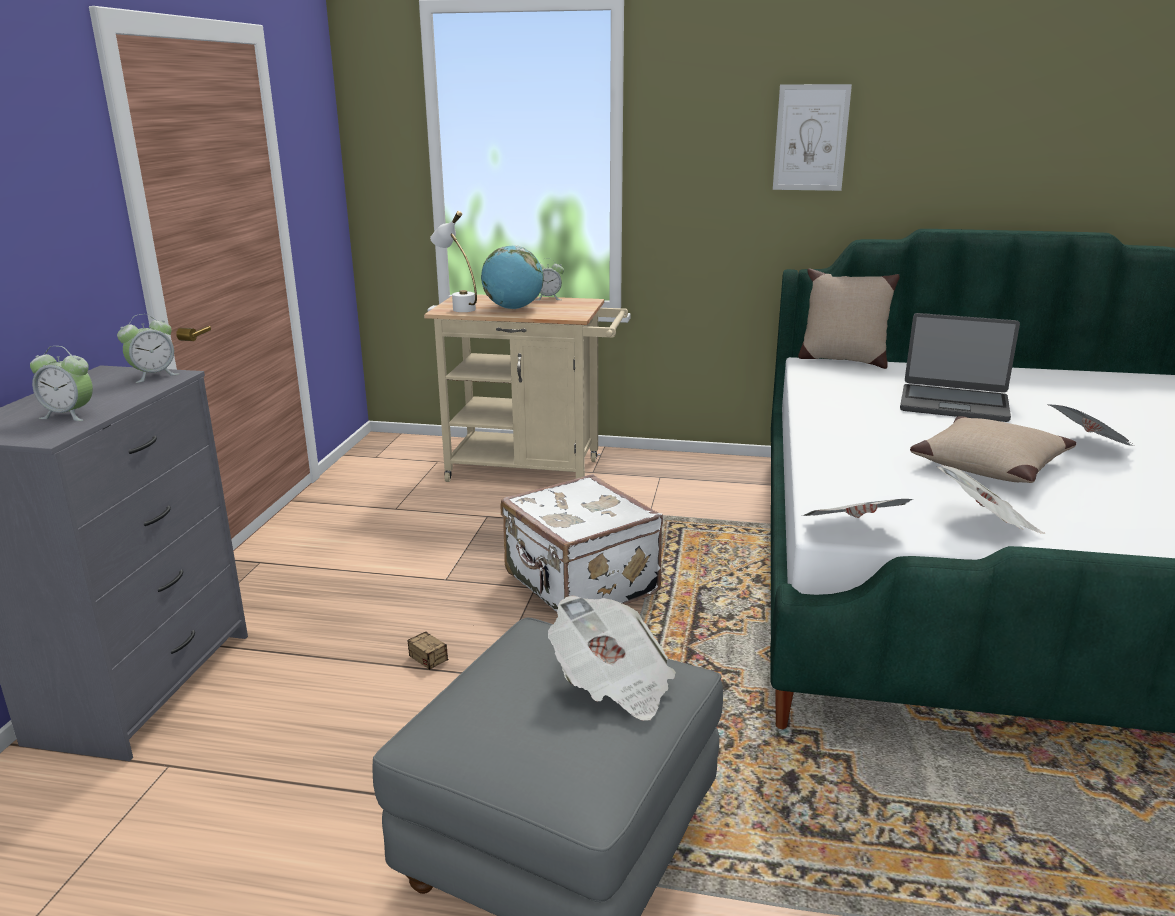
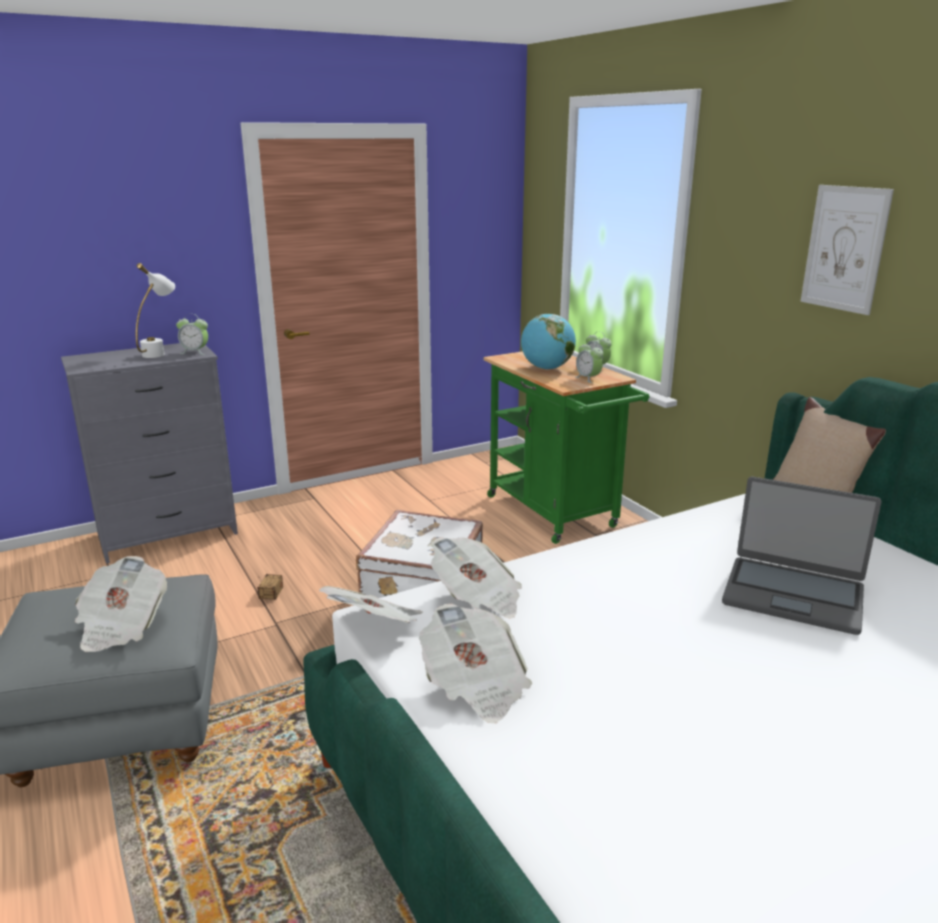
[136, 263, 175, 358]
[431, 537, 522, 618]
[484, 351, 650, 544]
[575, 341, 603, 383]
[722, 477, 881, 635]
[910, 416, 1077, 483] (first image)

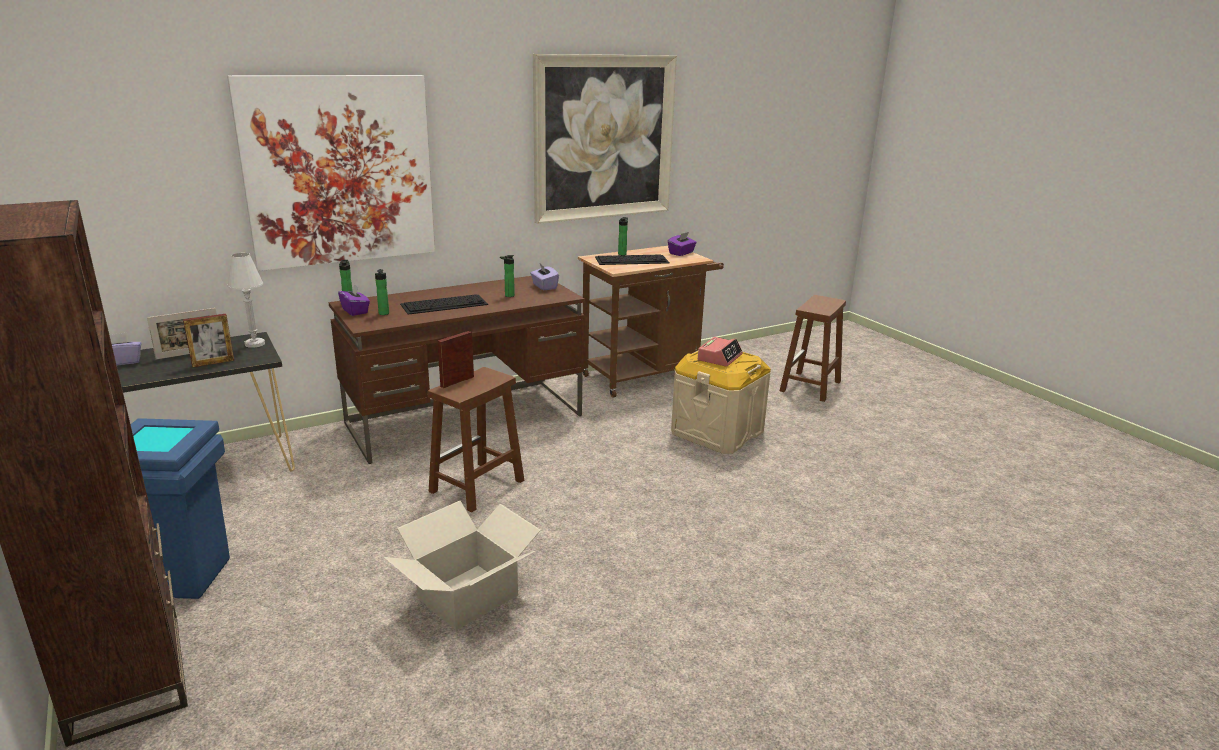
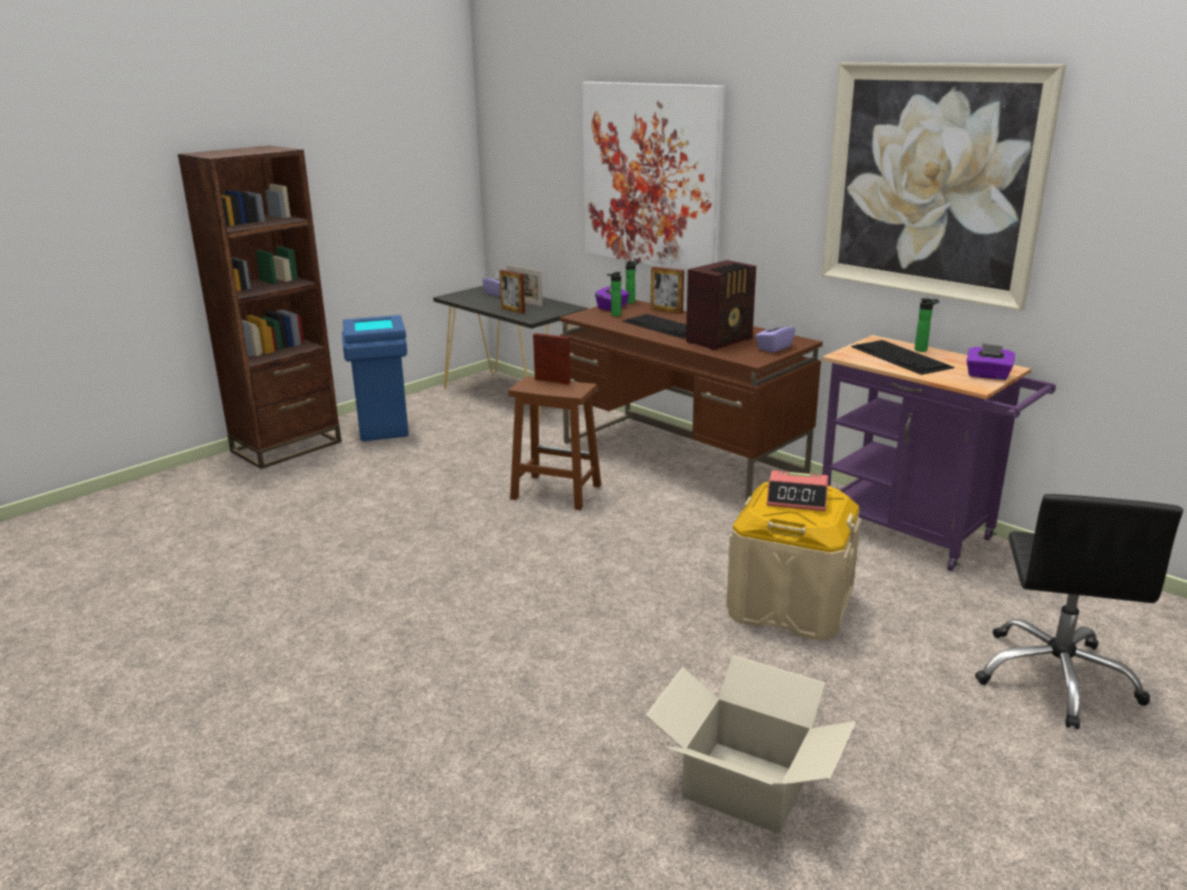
[645, 655, 856, 834]
[651, 267, 684, 314]
[686, 260, 756, 351]
[822, 335, 1056, 571]
[975, 494, 1183, 729]
[227, 253, 265, 348] (first image)

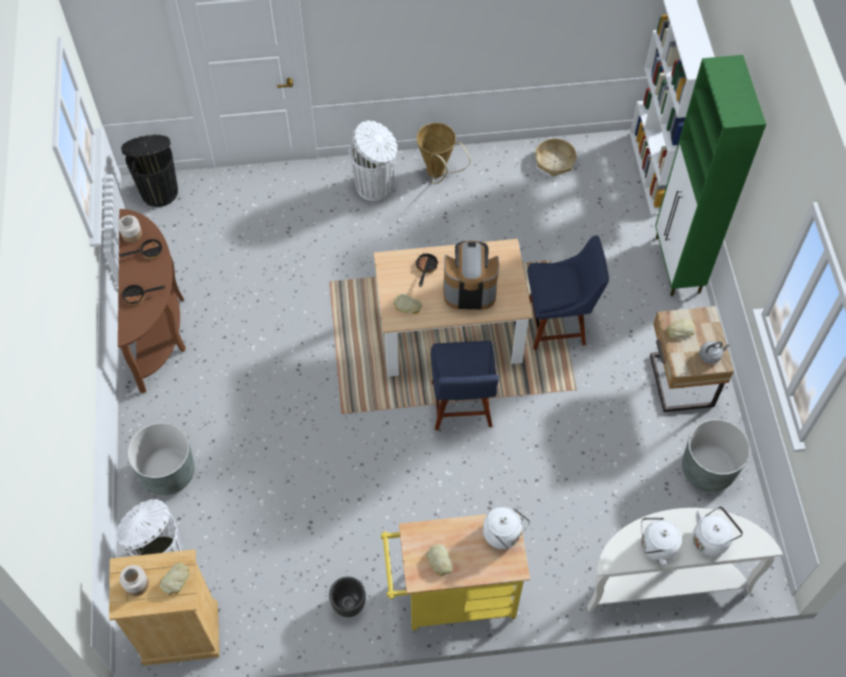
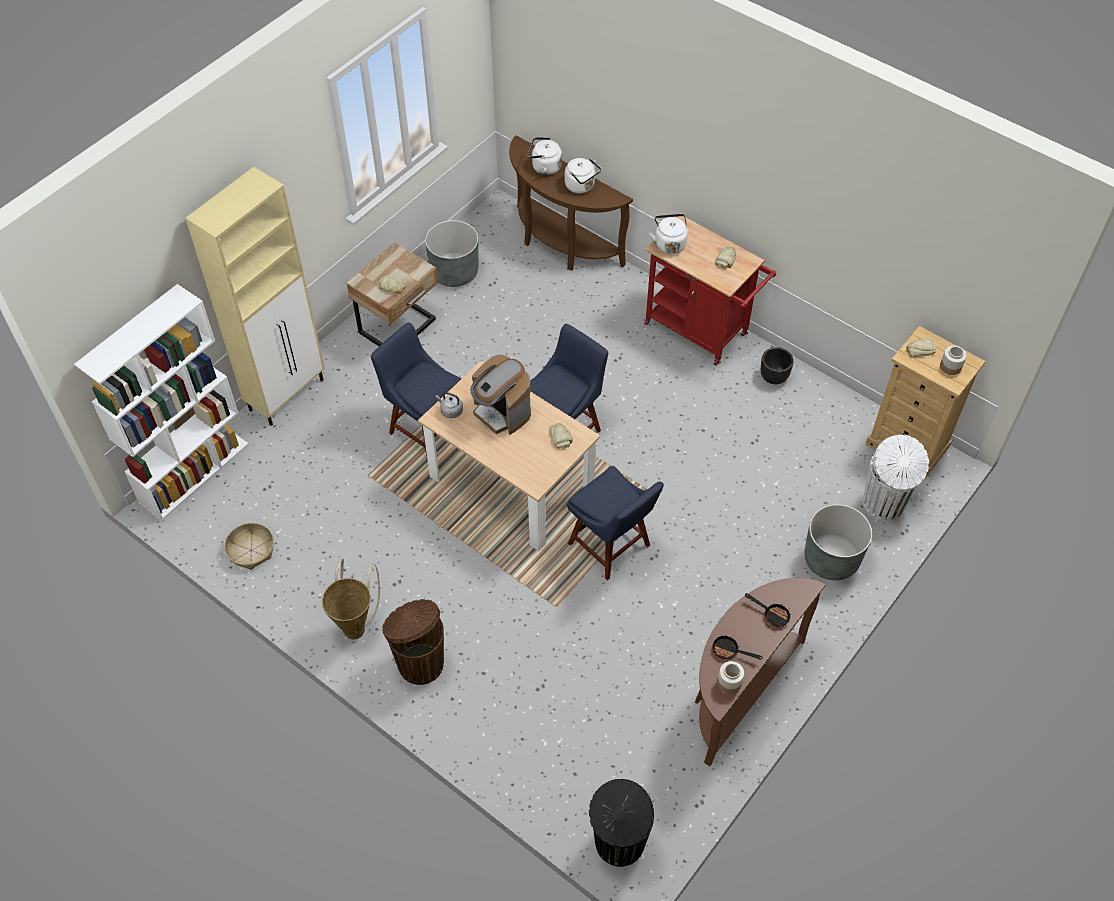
[185, 167, 325, 426]
[382, 599, 444, 685]
[436, 392, 463, 418]
[509, 135, 633, 271]
[567, 466, 664, 580]
[644, 216, 776, 366]
[416, 250, 438, 287] (first image)

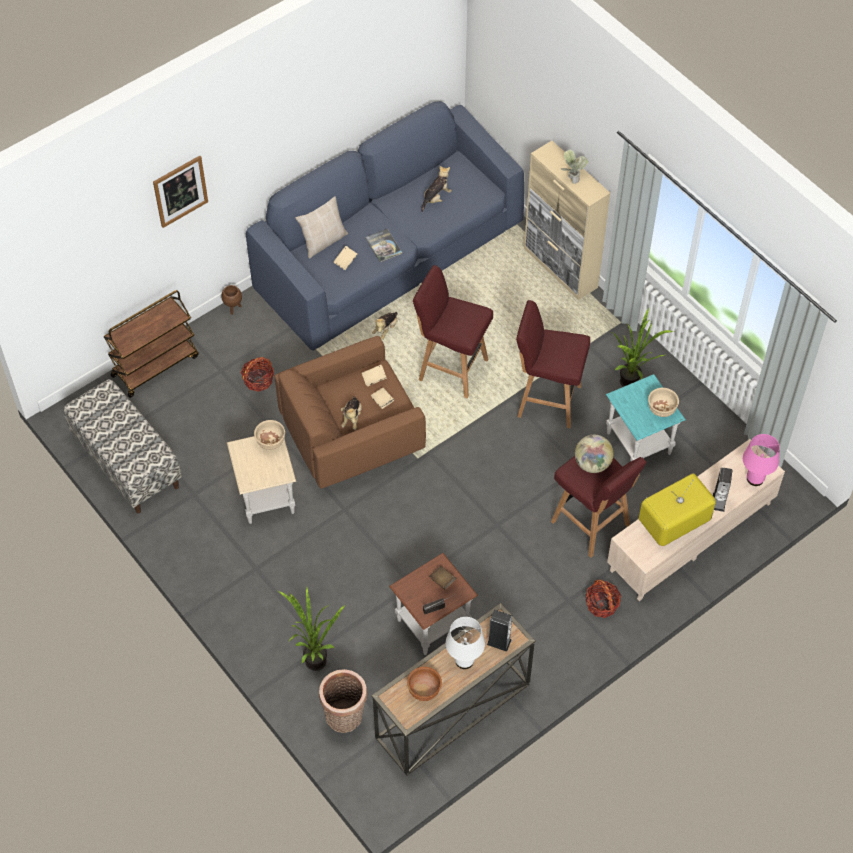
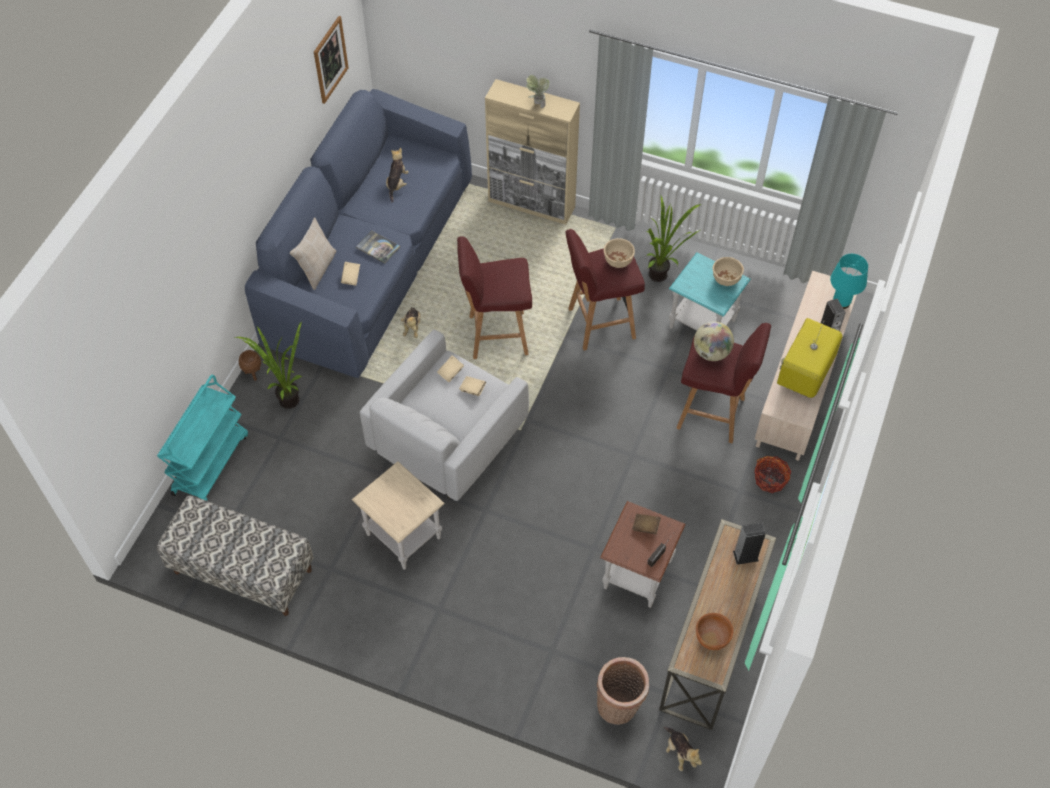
[157, 375, 248, 501]
[235, 321, 302, 409]
[314, 16, 349, 104]
[360, 330, 529, 501]
[604, 238, 635, 268]
[664, 727, 702, 771]
[830, 254, 868, 309]
[241, 357, 274, 392] (first image)
[445, 617, 485, 669] (first image)

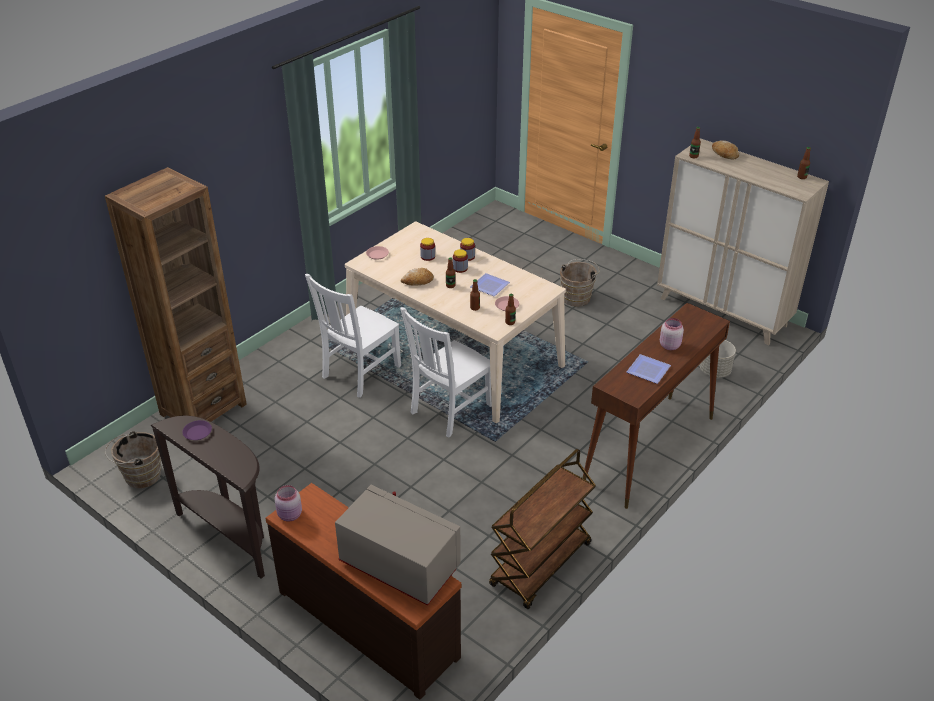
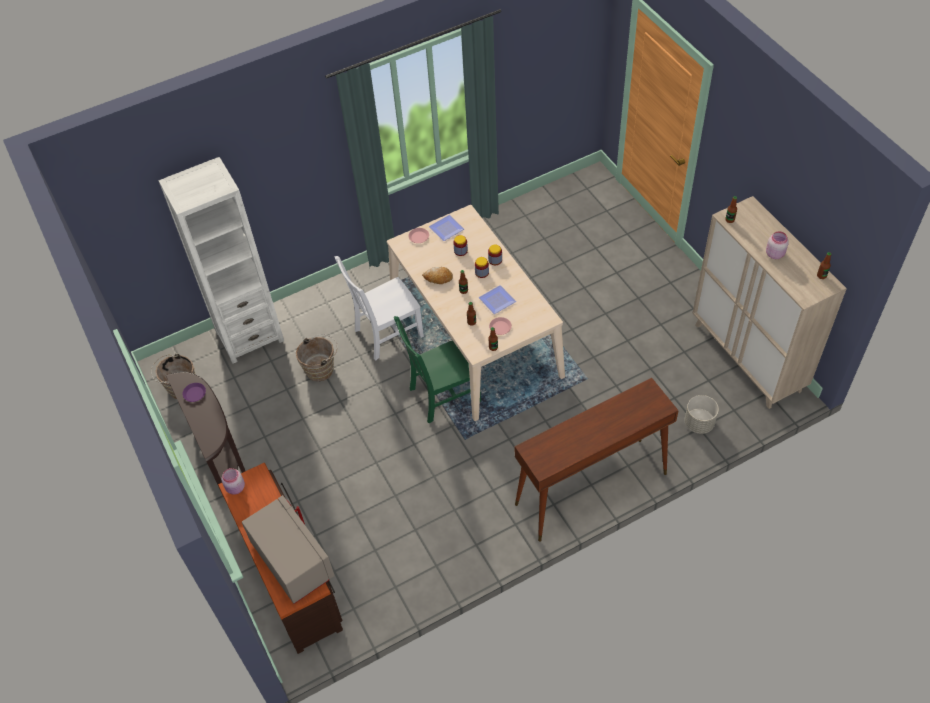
[159, 157, 284, 364]
[296, 334, 338, 382]
[394, 316, 481, 424]
[429, 215, 464, 241]
[766, 231, 789, 259]
[489, 449, 596, 609] (first image)
[712, 141, 739, 159] (first image)

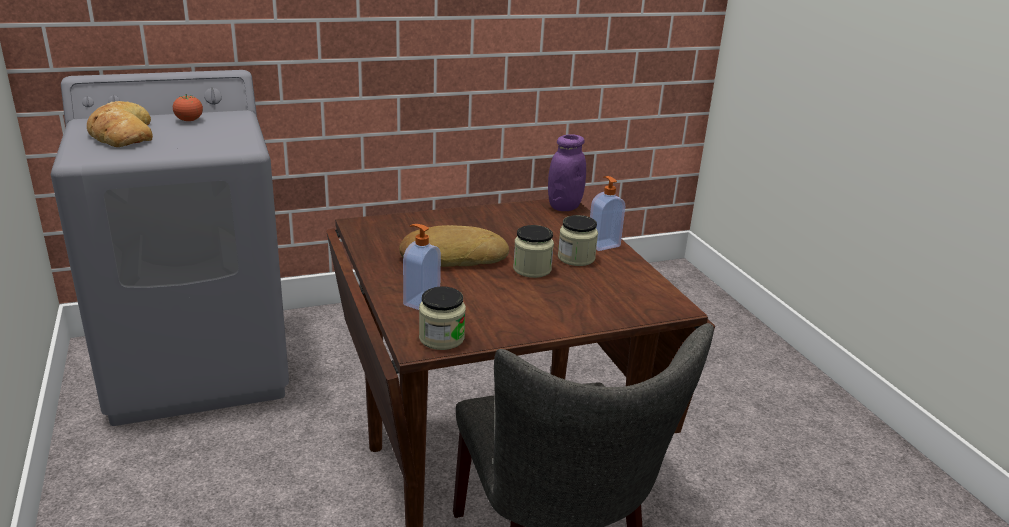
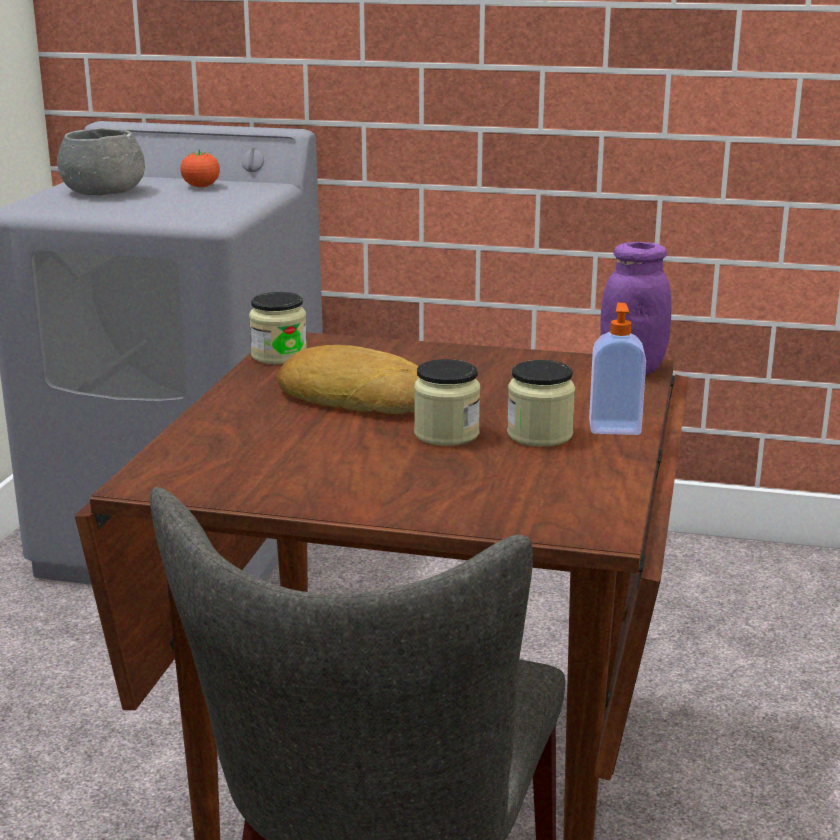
[57, 128, 145, 195]
[249, 292, 307, 364]
[403, 224, 441, 310] (first image)

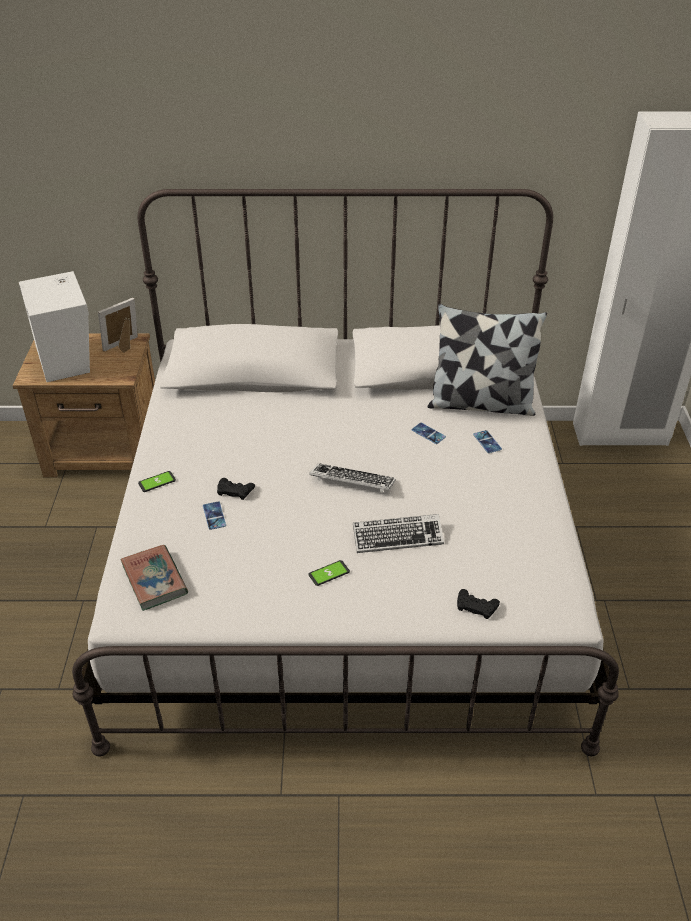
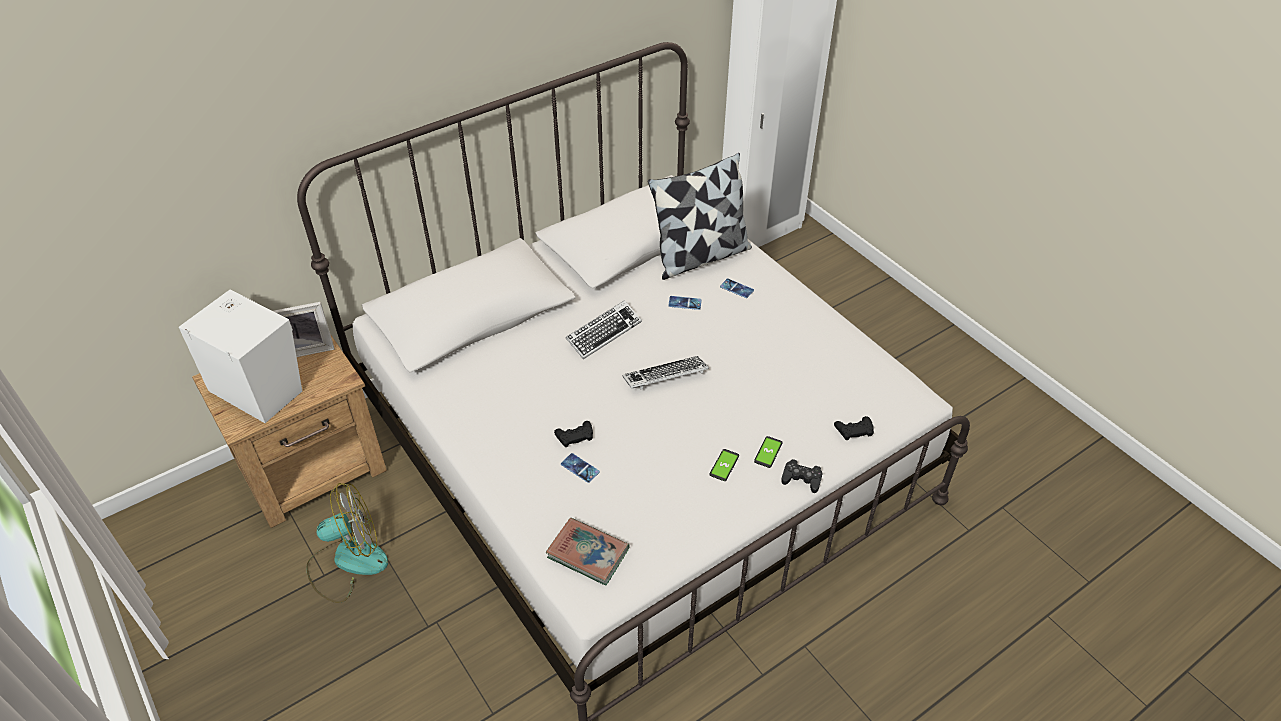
[274, 302, 334, 357]
[306, 483, 388, 603]
[566, 300, 642, 359]
[754, 436, 782, 468]
[781, 459, 822, 493]

